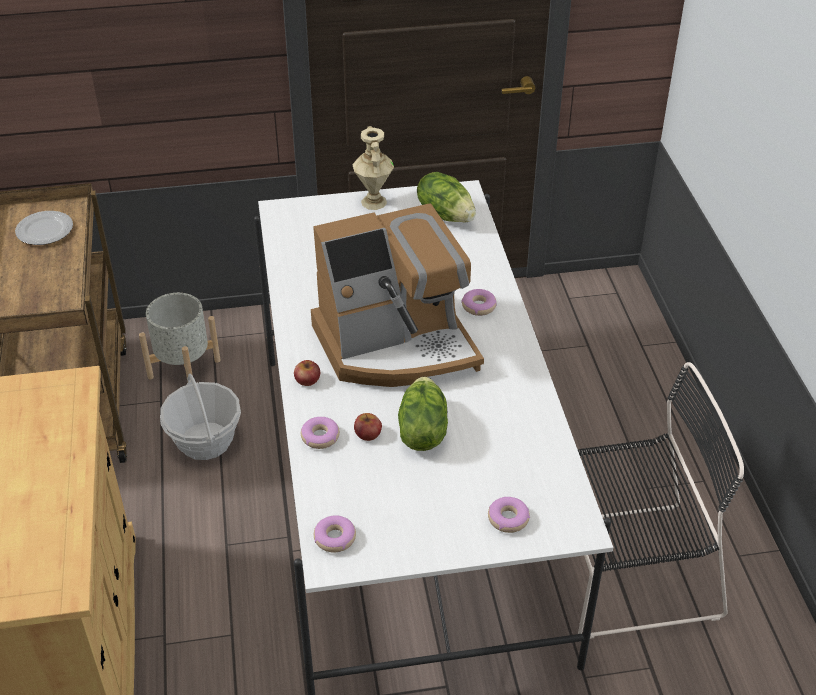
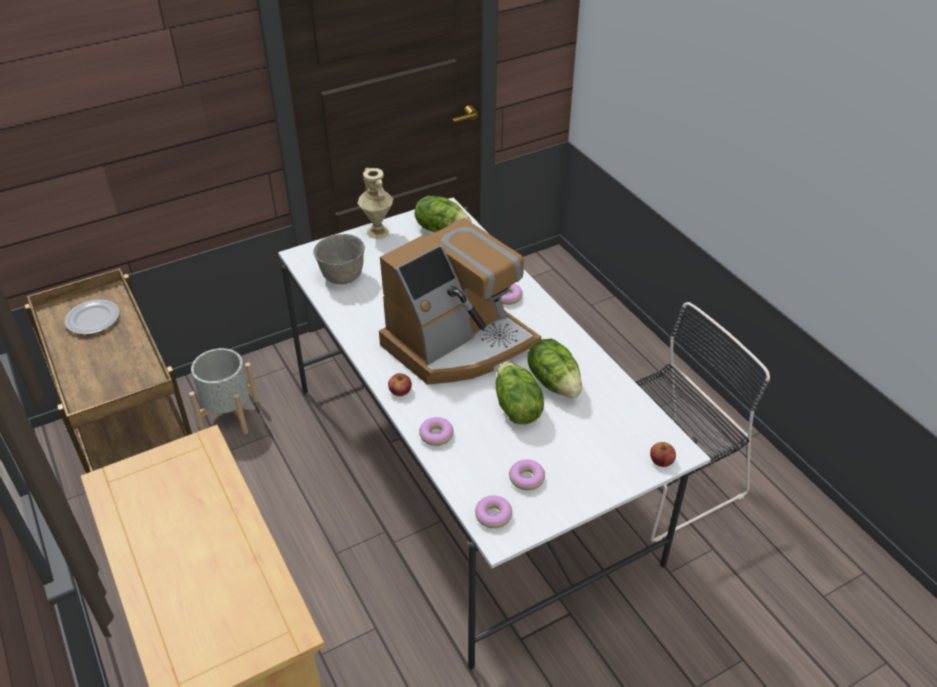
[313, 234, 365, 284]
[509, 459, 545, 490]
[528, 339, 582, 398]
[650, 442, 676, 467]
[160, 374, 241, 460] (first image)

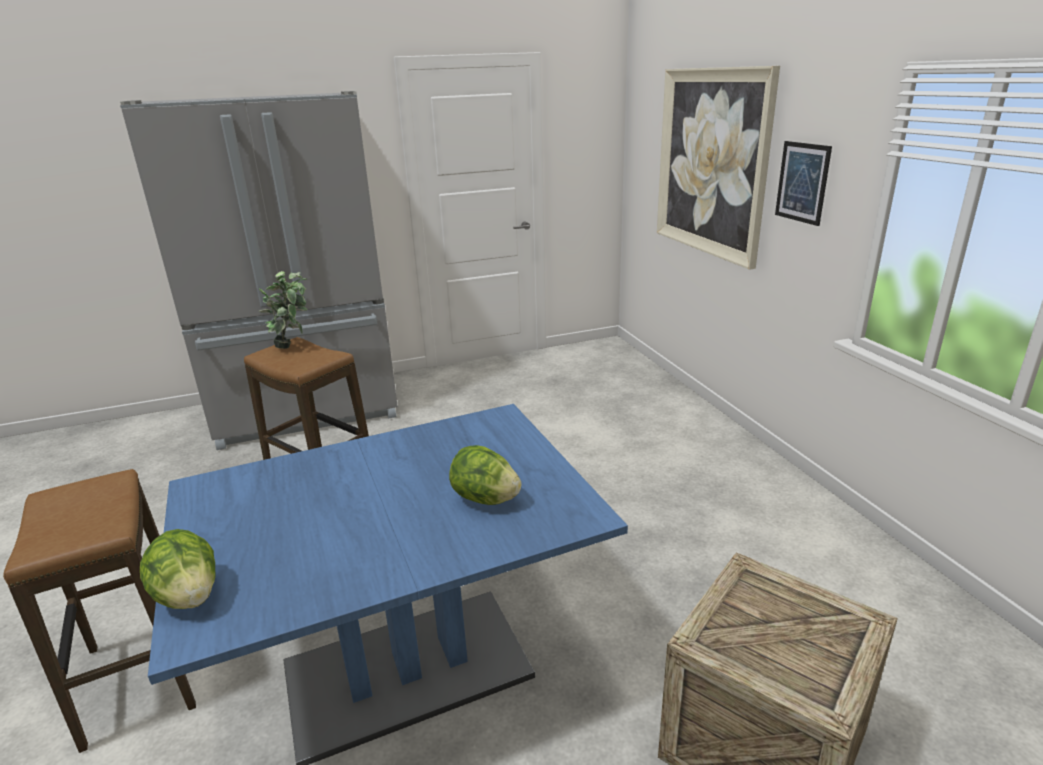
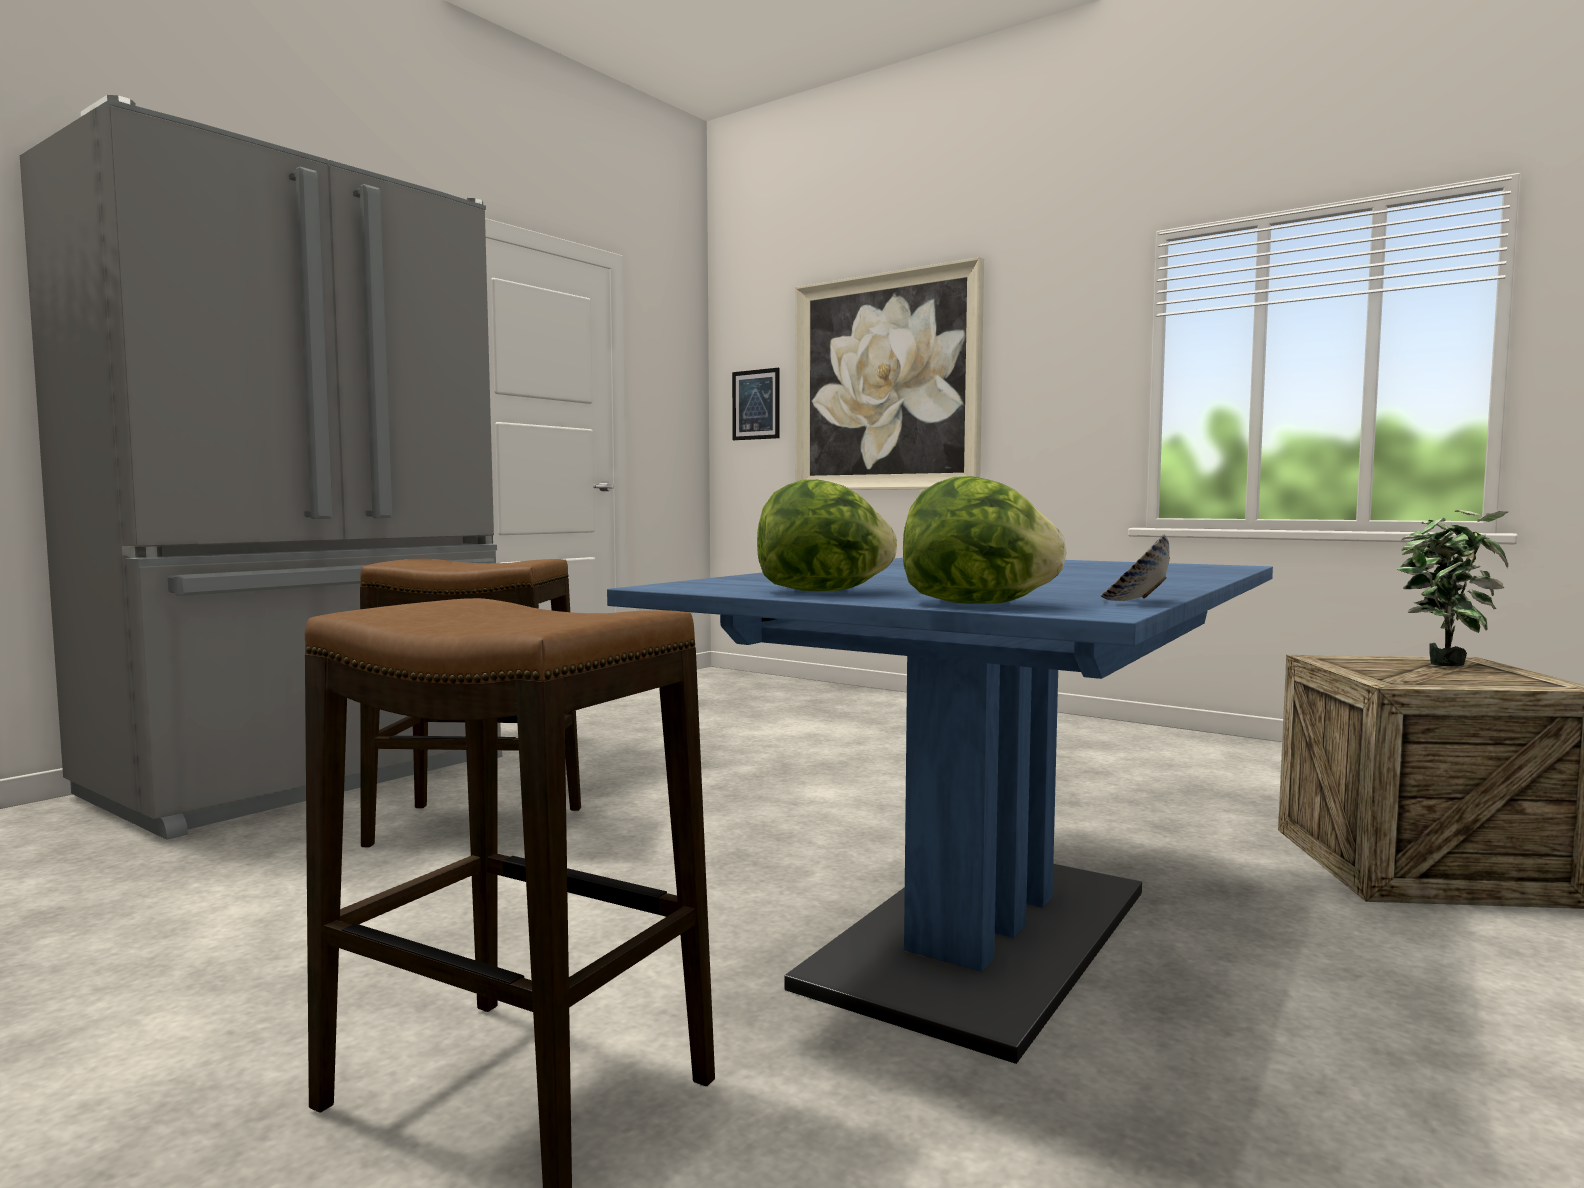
[732, 368, 779, 440]
[757, 479, 897, 592]
[1101, 535, 1170, 601]
[1396, 510, 1508, 666]

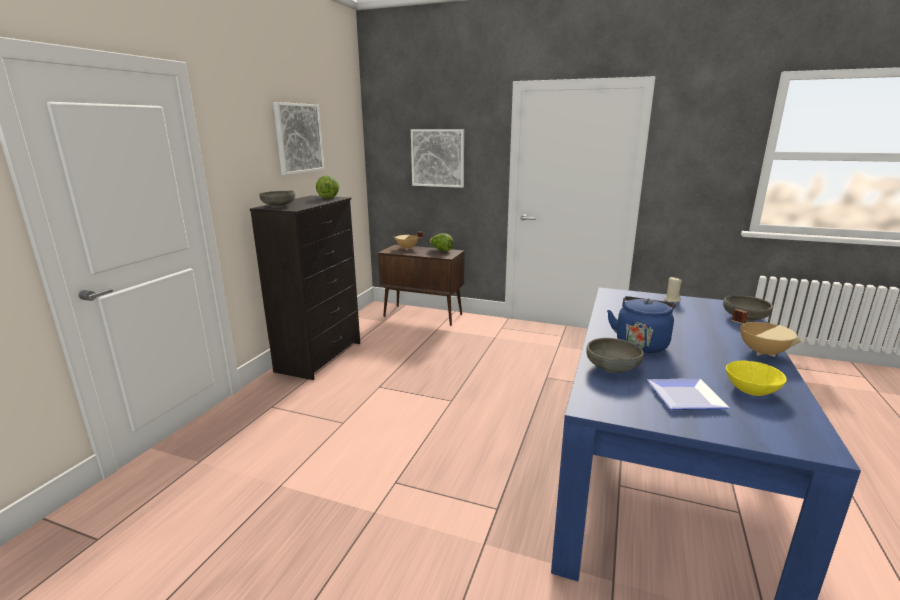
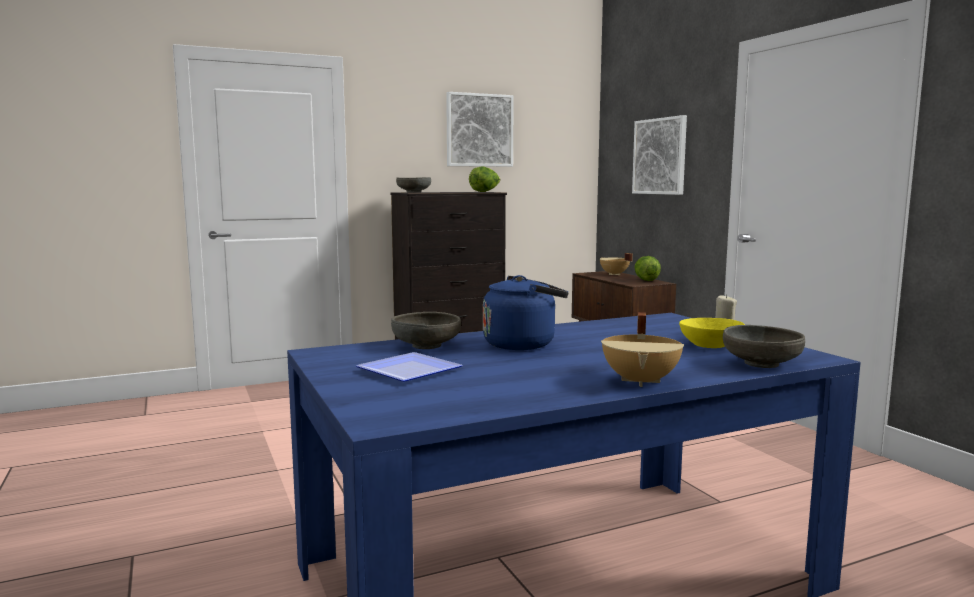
[679, 318, 745, 348]

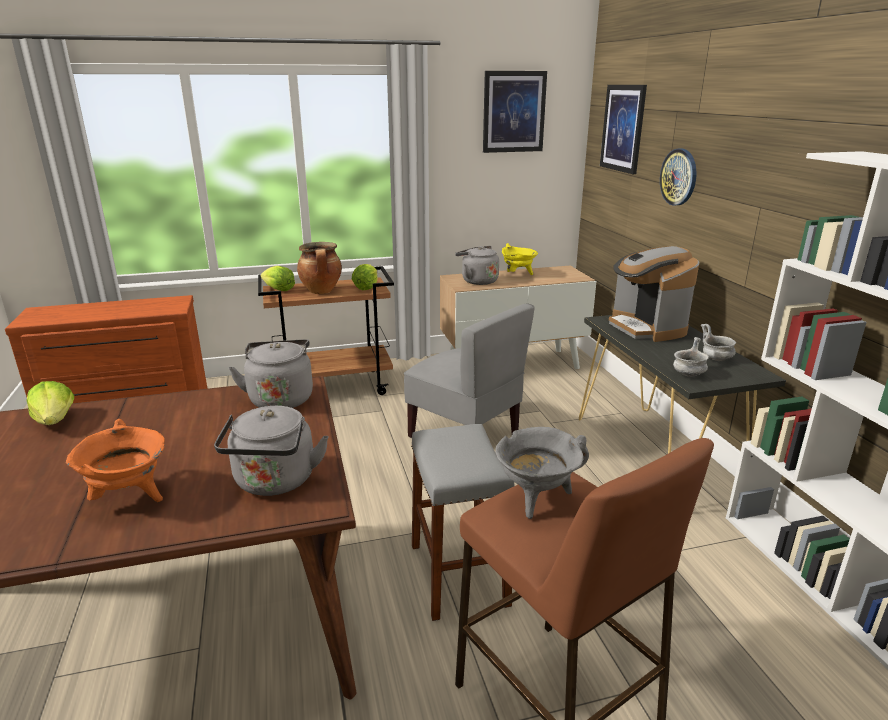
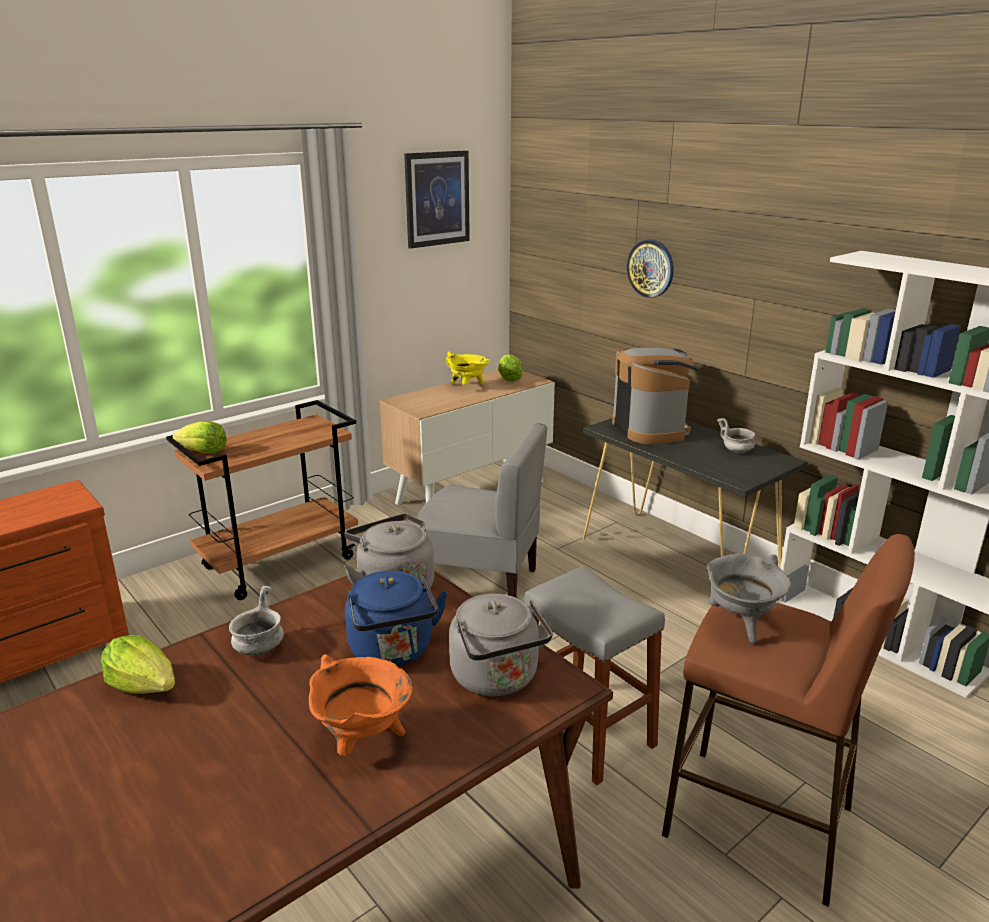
[229, 586, 284, 655]
[345, 571, 448, 666]
[498, 354, 523, 382]
[612, 347, 699, 444]
[297, 242, 342, 294] (first image)
[455, 246, 499, 285] (first image)
[600, 85, 647, 174] (first image)

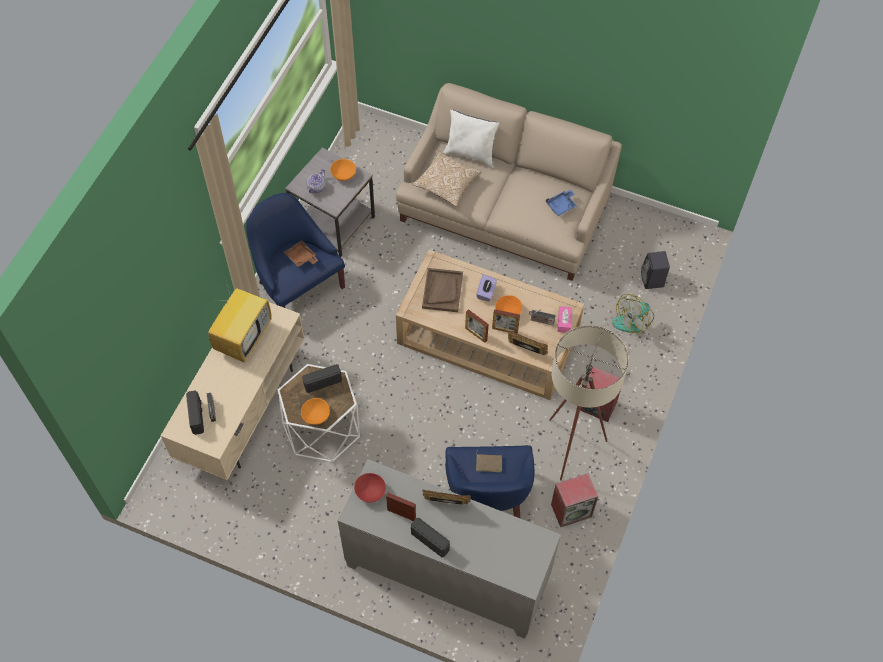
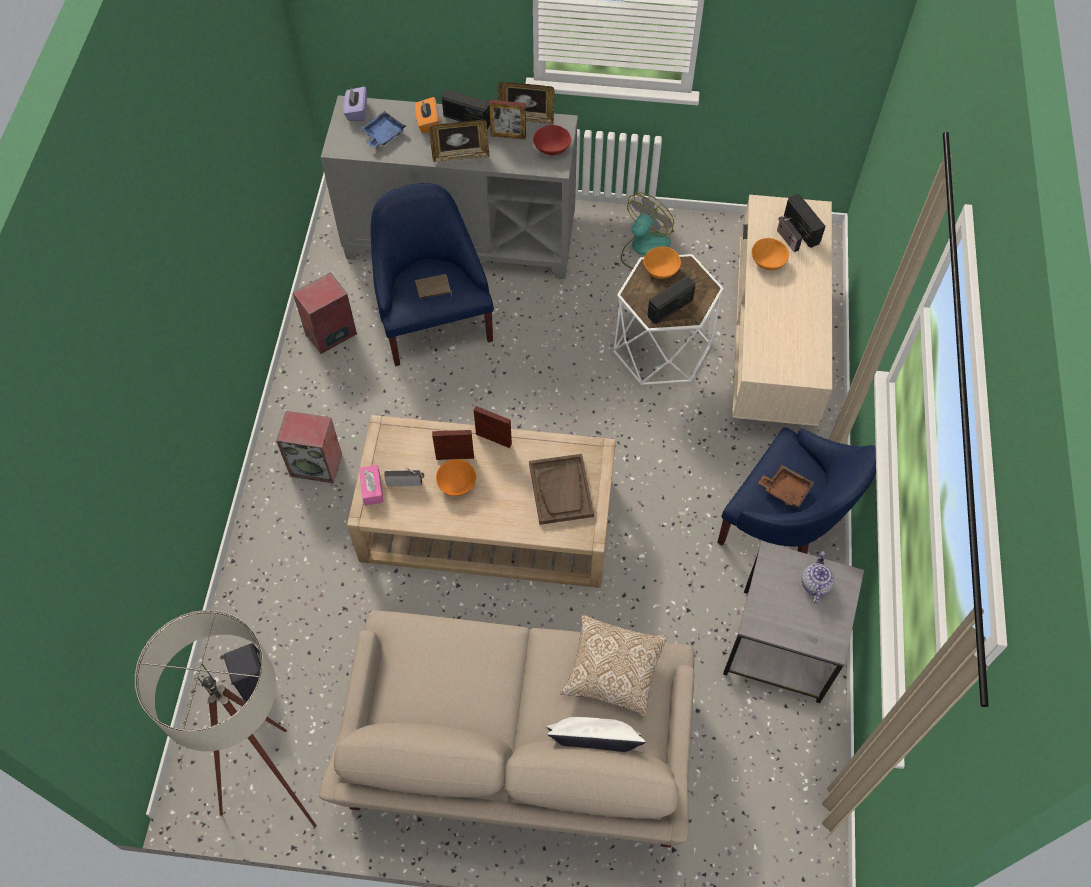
[135, 610, 317, 827]
[343, 87, 367, 121]
[360, 111, 406, 148]
[415, 97, 439, 133]
[498, 82, 554, 125]
[621, 192, 674, 269]
[752, 238, 789, 270]
[208, 278, 272, 362] (first image)

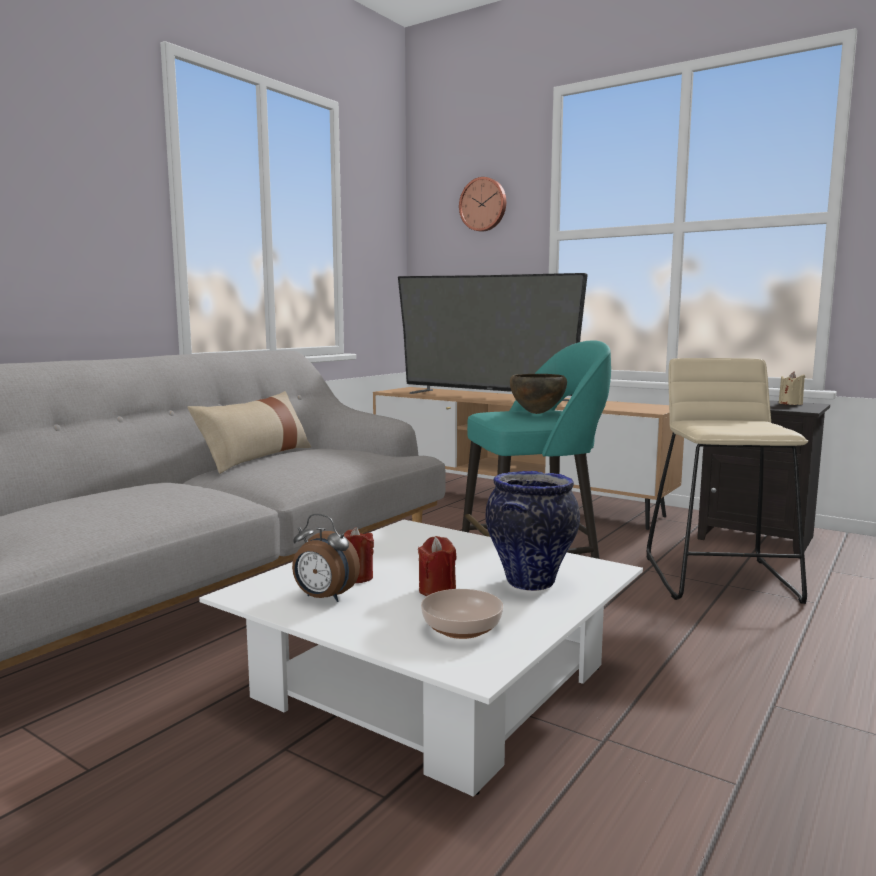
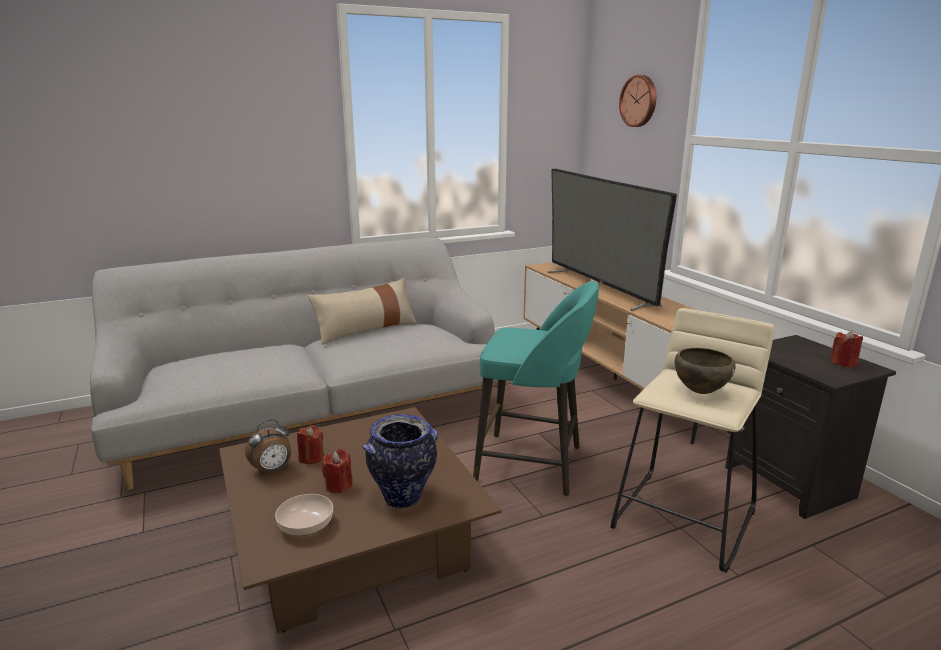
[219, 407, 501, 633]
[245, 419, 291, 475]
[675, 348, 736, 394]
[830, 331, 863, 368]

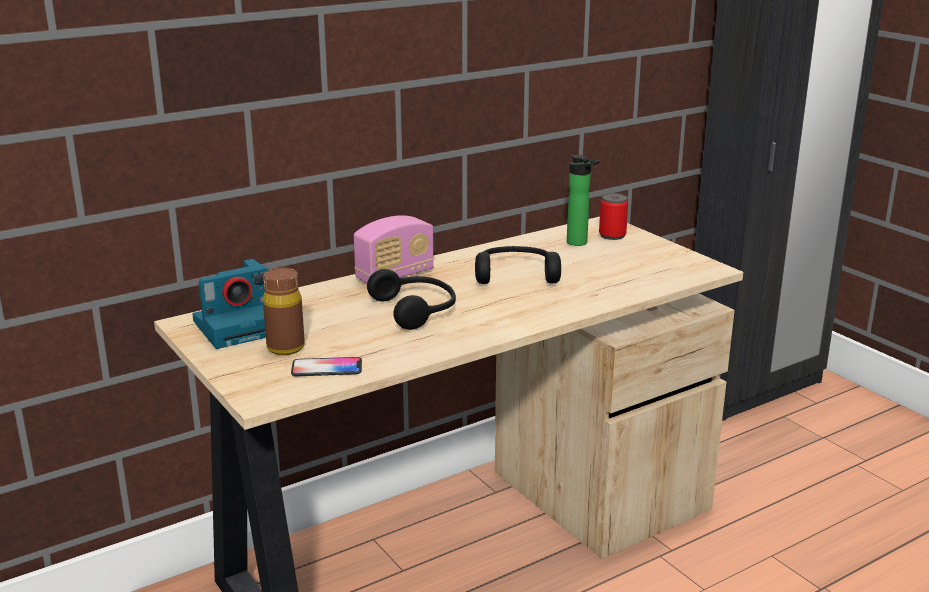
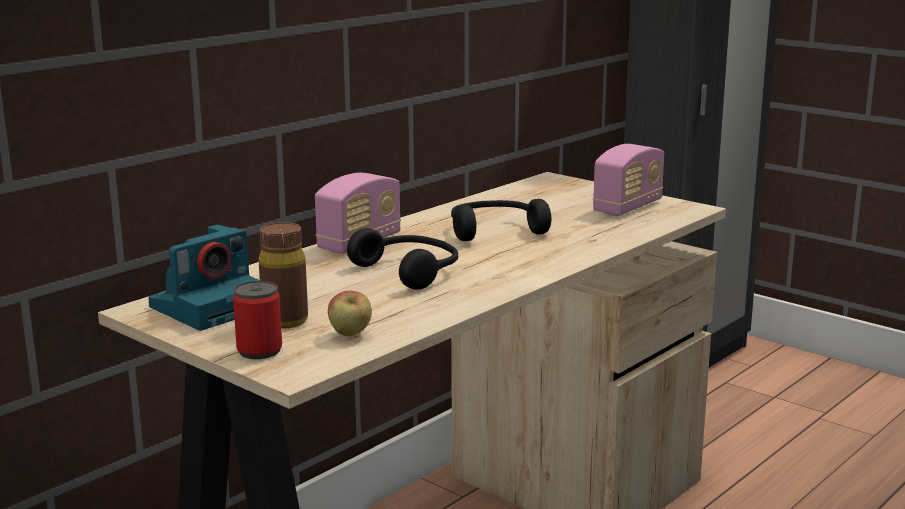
[233, 281, 282, 359]
[328, 291, 372, 336]
[593, 144, 664, 216]
[567, 155, 600, 246] (first image)

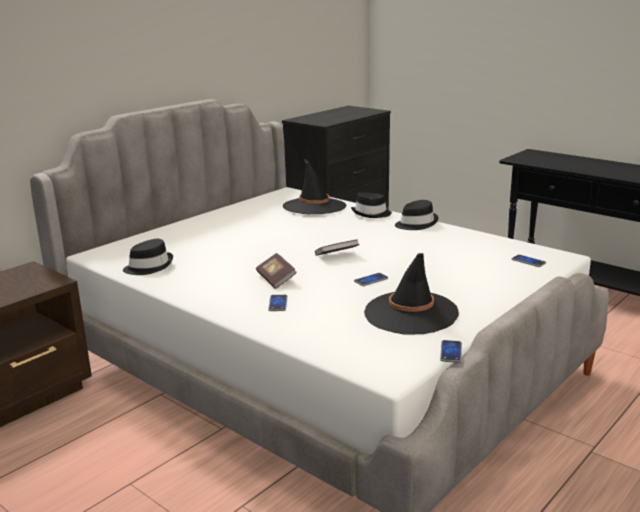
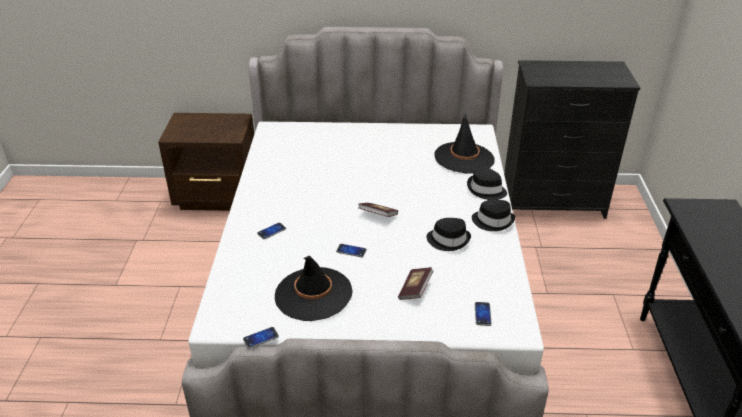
[398, 267, 433, 300]
[426, 218, 471, 251]

